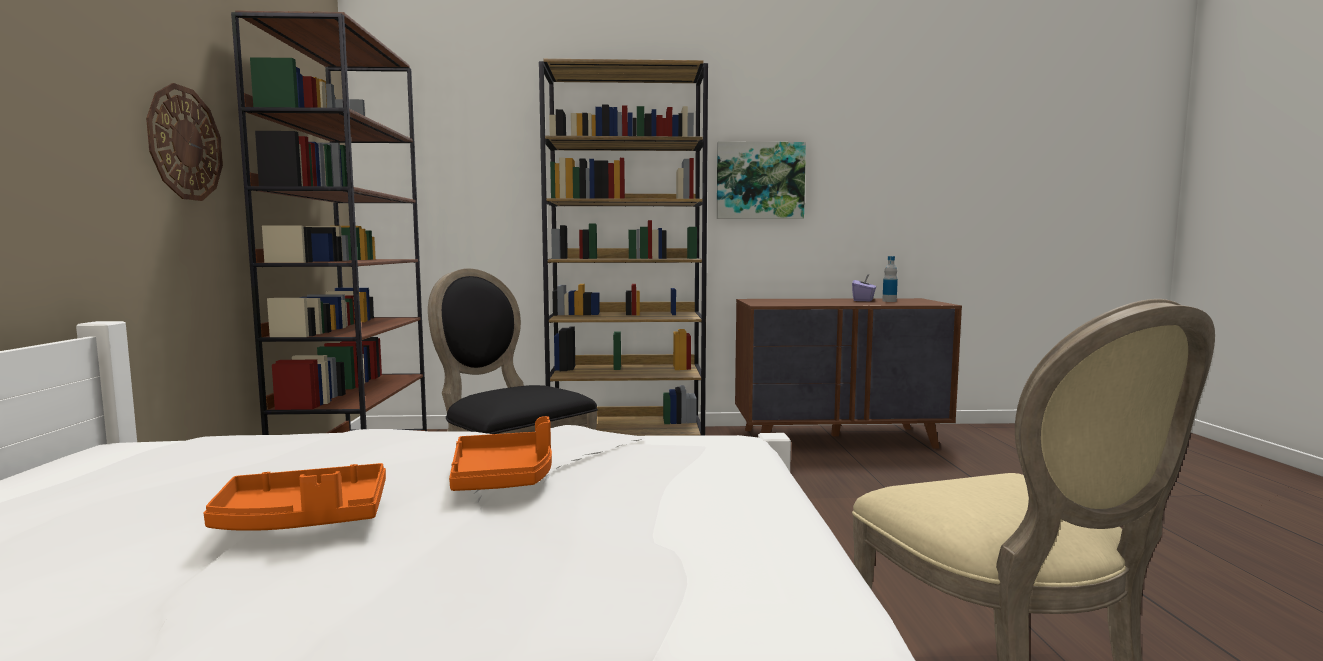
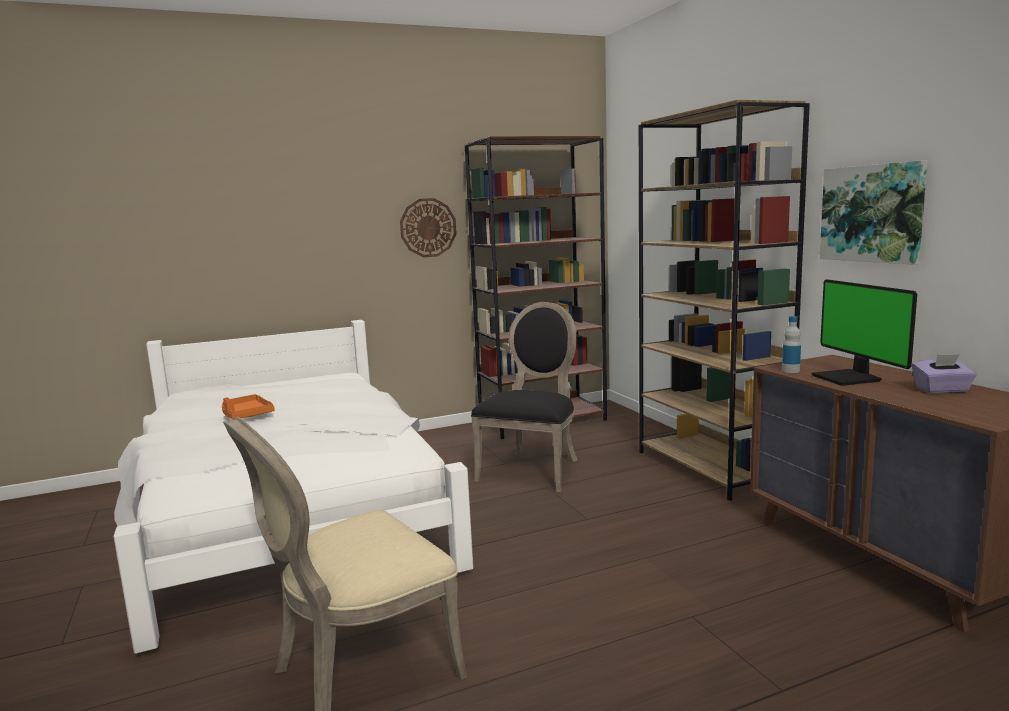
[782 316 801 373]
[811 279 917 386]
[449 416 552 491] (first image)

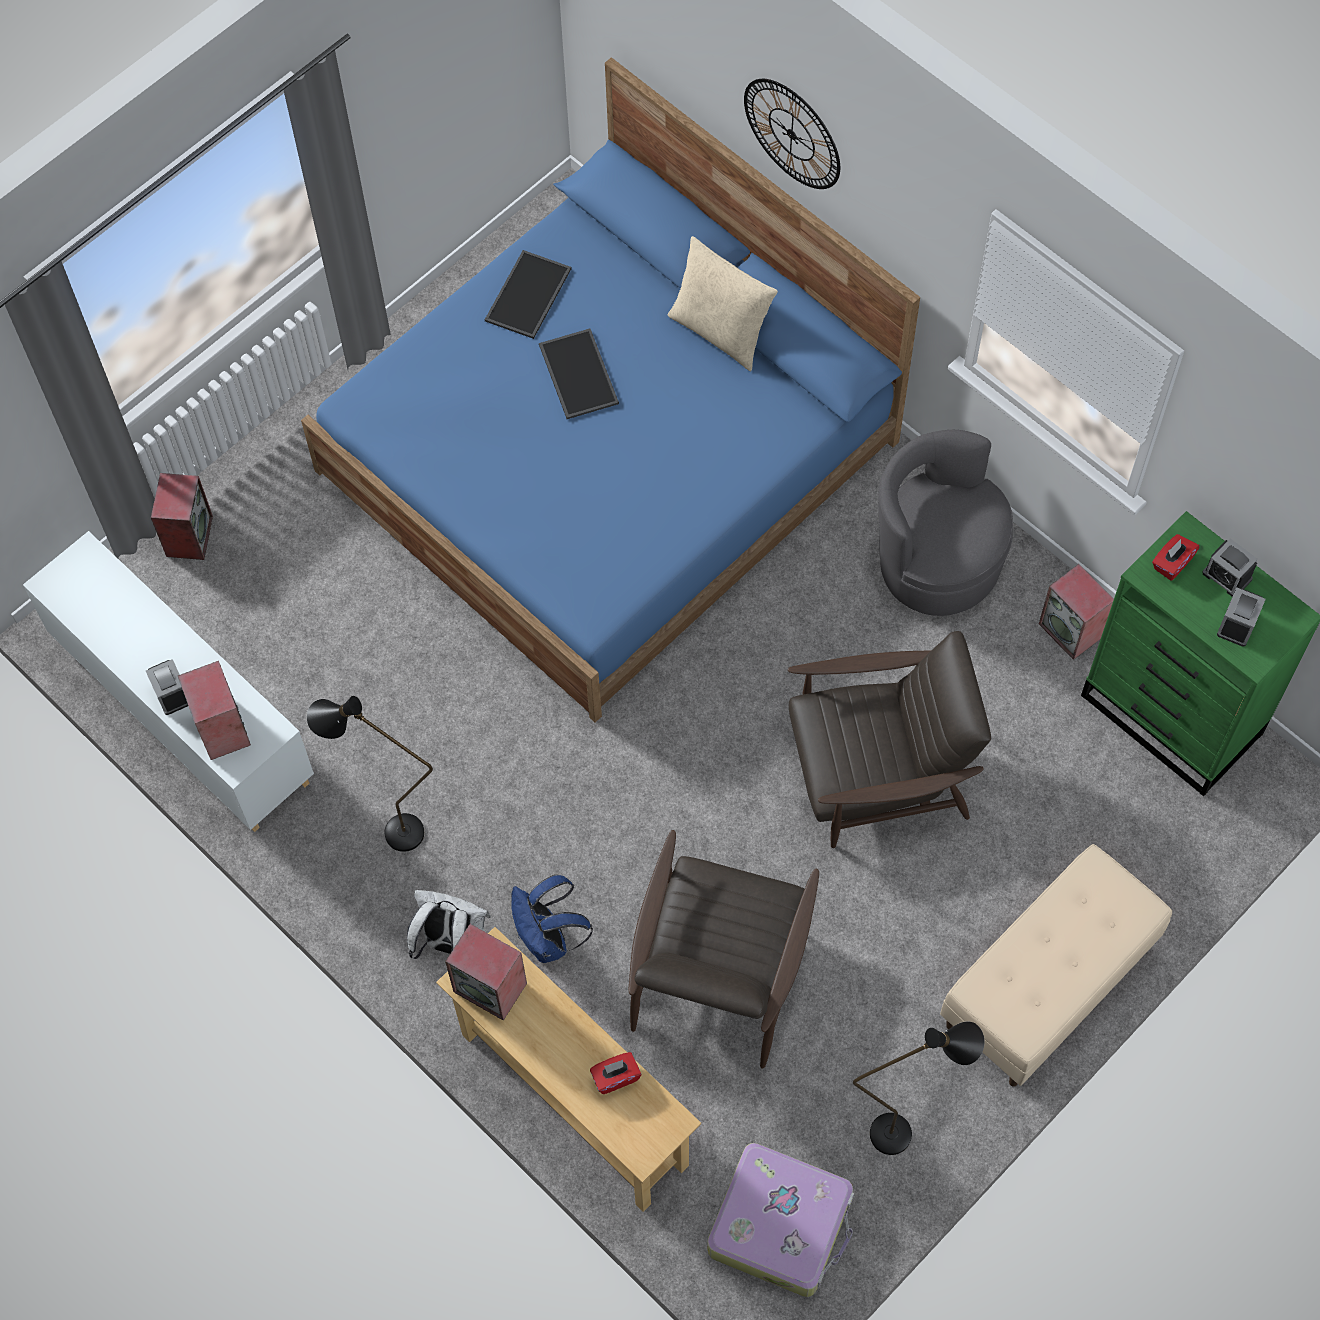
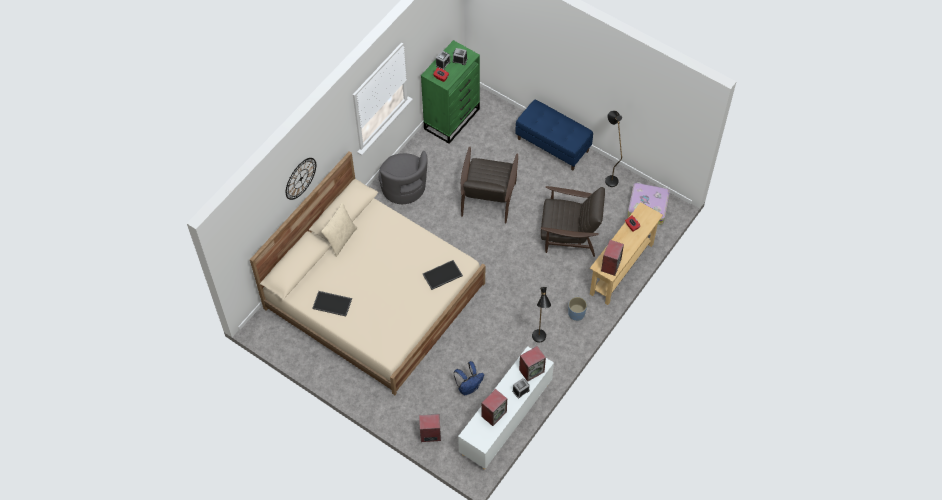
[250 151 485 395]
[378 151 428 204]
[423 260 463 290]
[454 361 484 395]
[461 147 518 223]
[481 389 507 426]
[515 100 593 170]
[568 297 587 321]

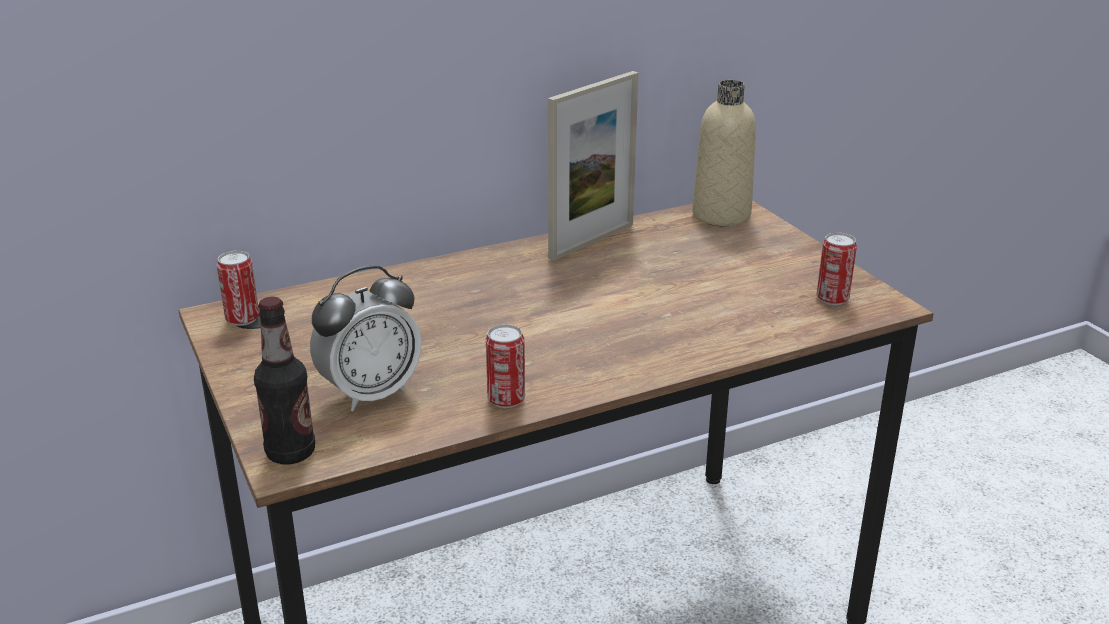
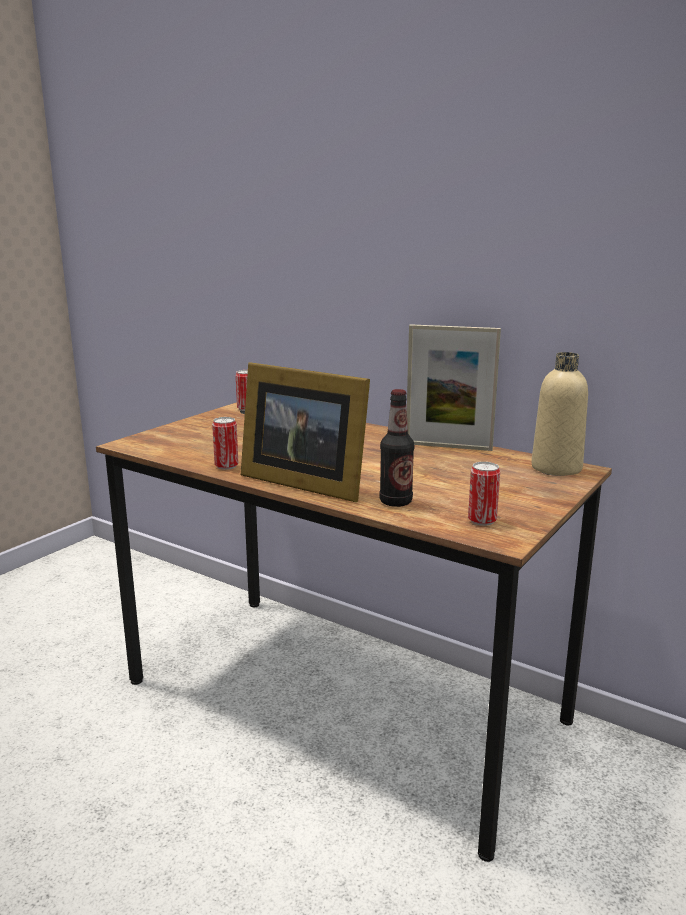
[241 363 370 502]
[379 389 414 507]
[310 266 421 411] (first image)

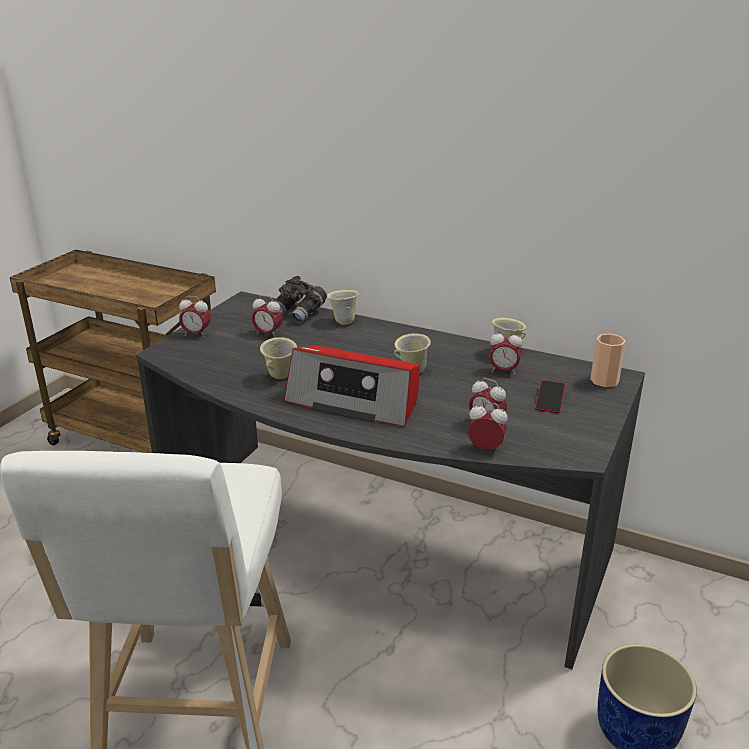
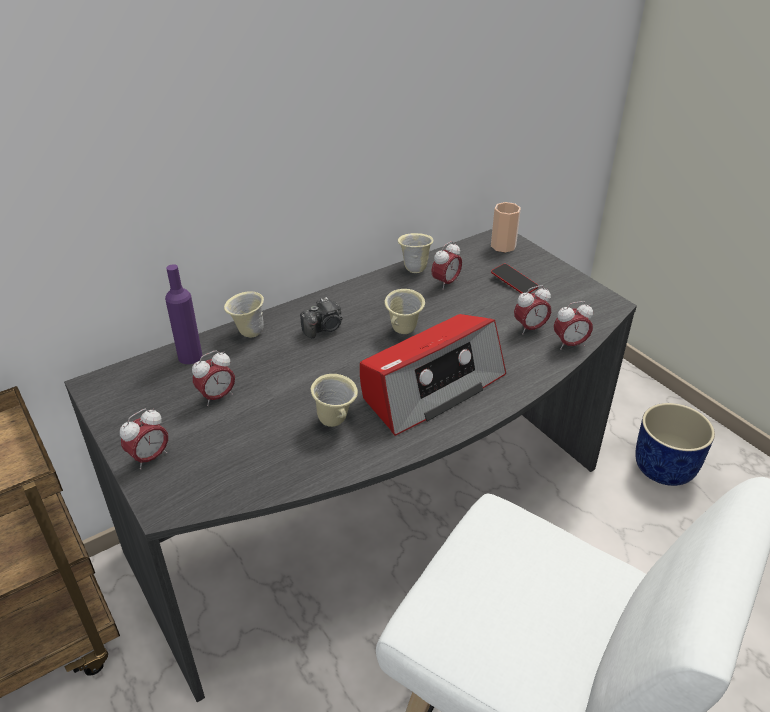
[165 264 203 364]
[300 297 342 338]
[554 301 593 350]

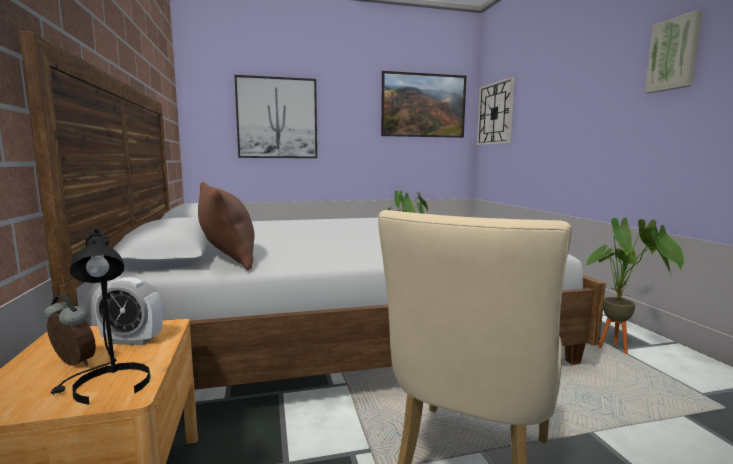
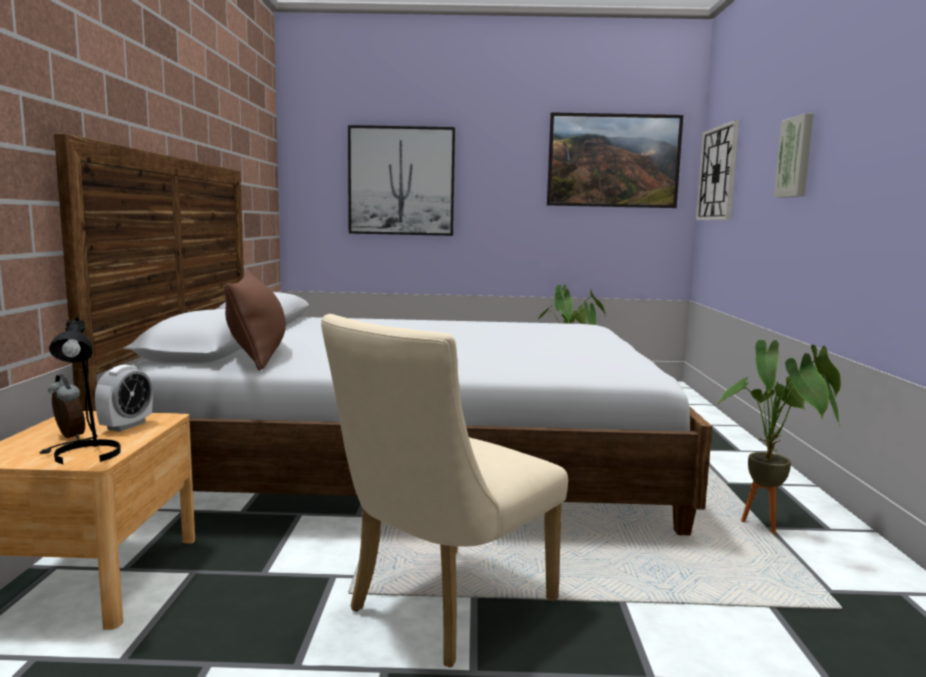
[95 365 153 432]
[774 113 813 198]

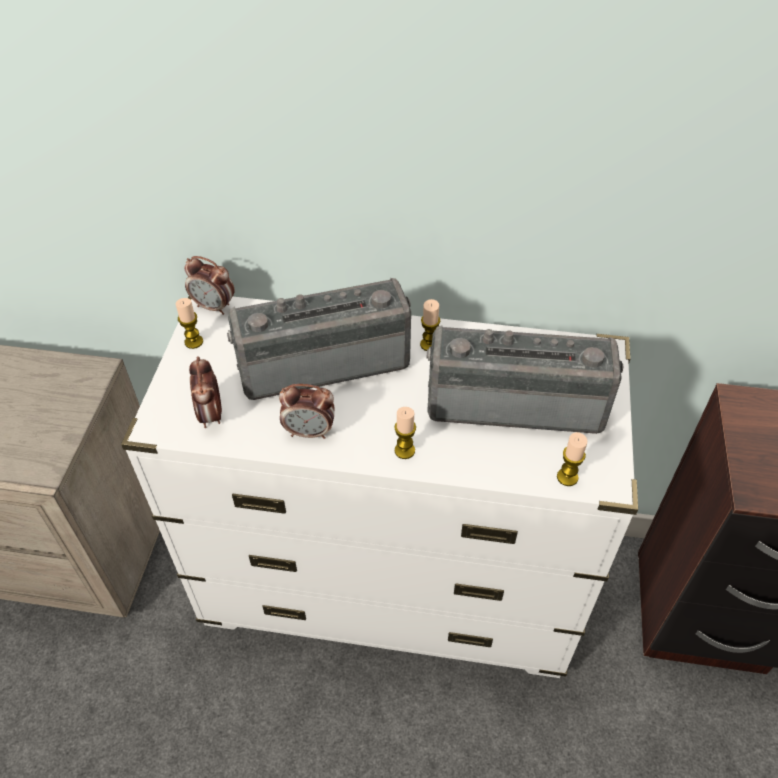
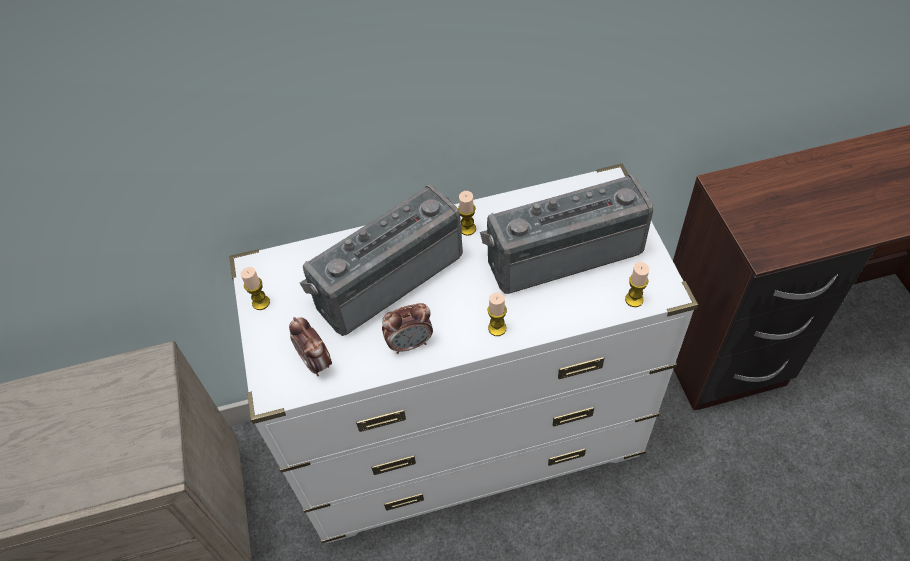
[184 256 235 315] (first image)

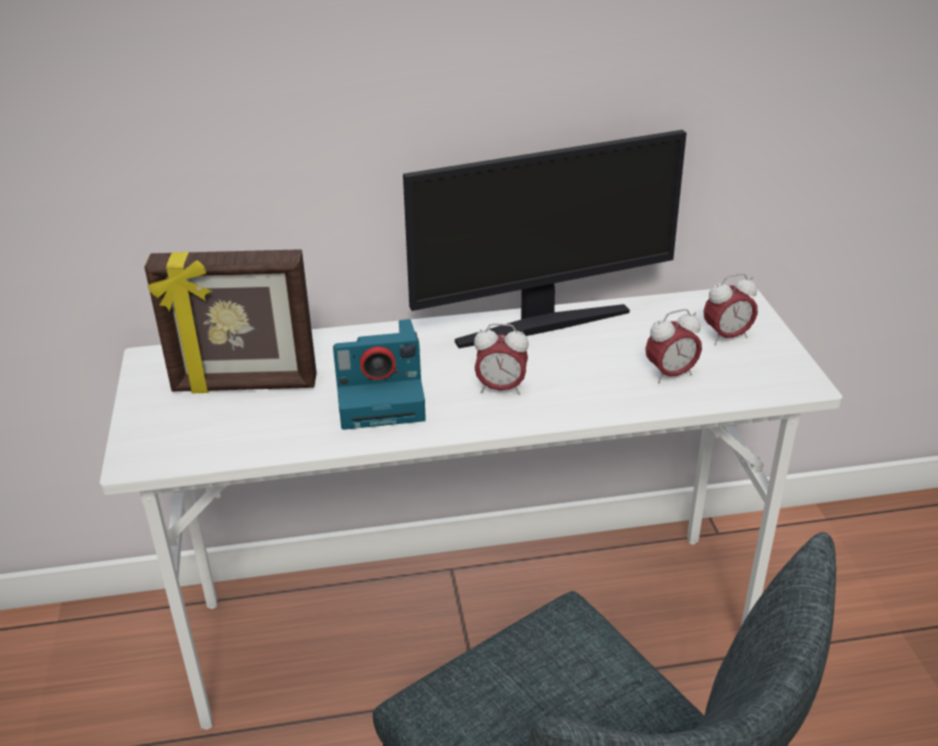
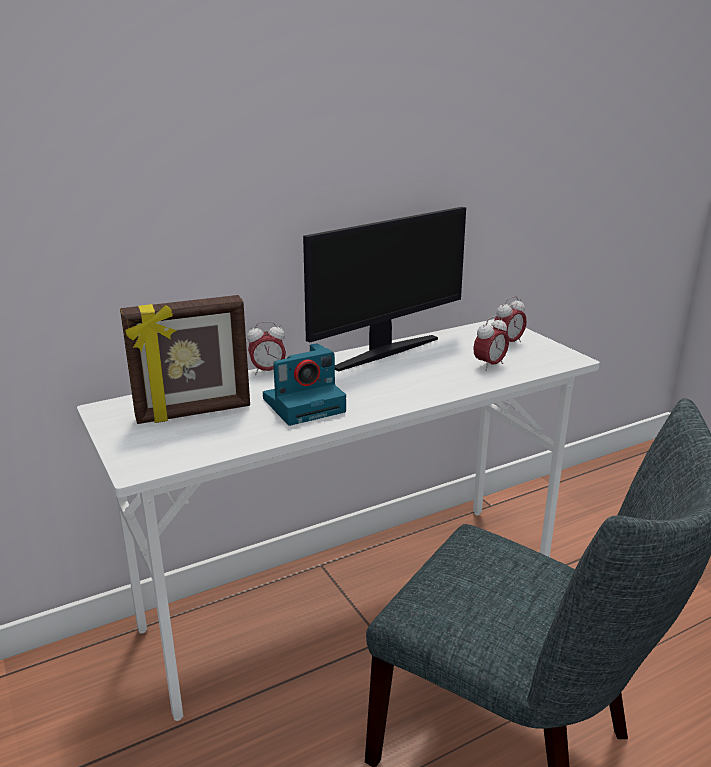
[247 321 286 375]

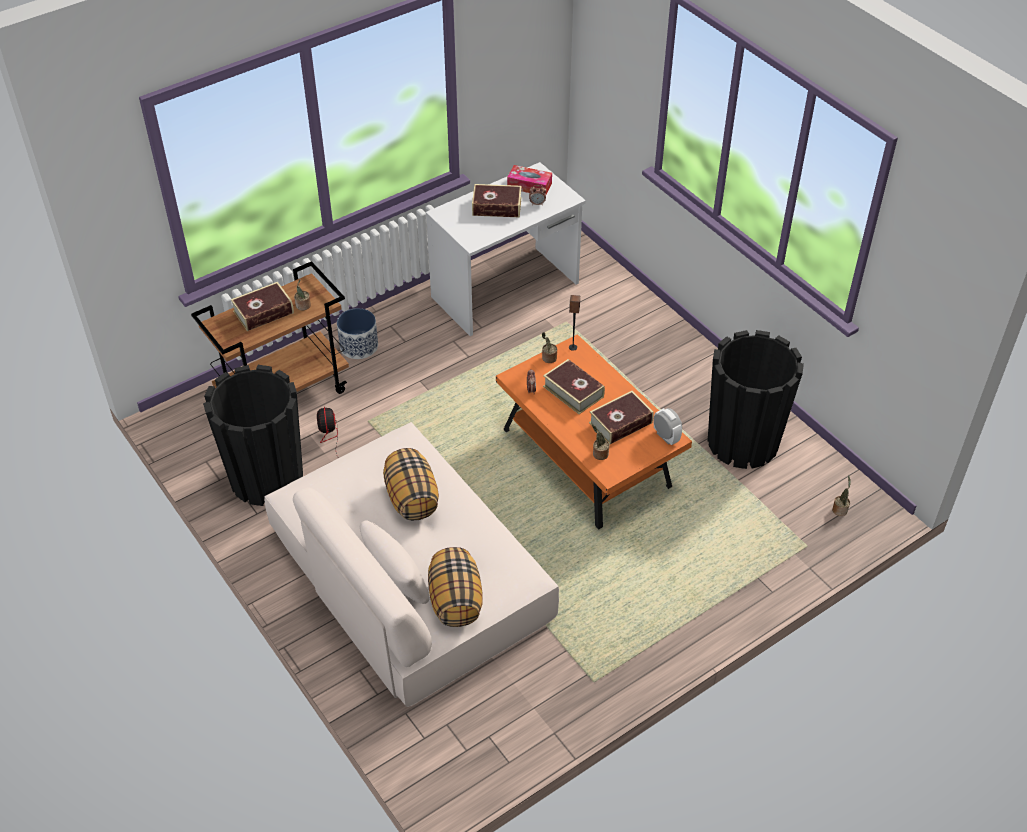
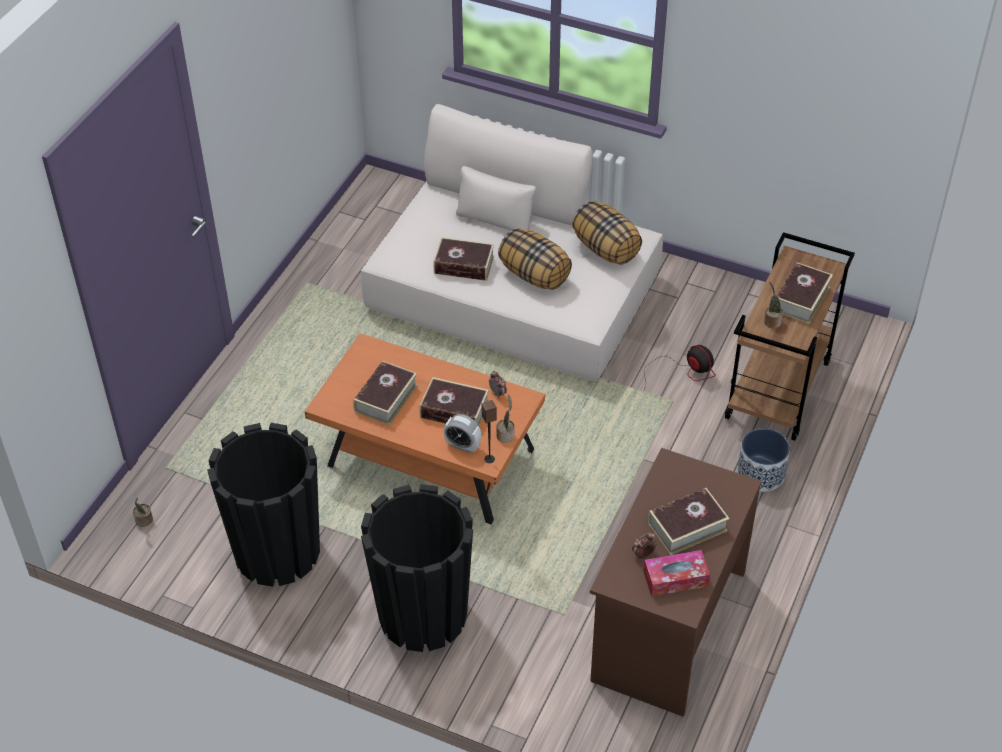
[361 484 473 652]
[434 237 494 281]
[443 414 481 453]
[572 201 642 265]
[590 448 762 717]
[592 425 609 460] (first image)

